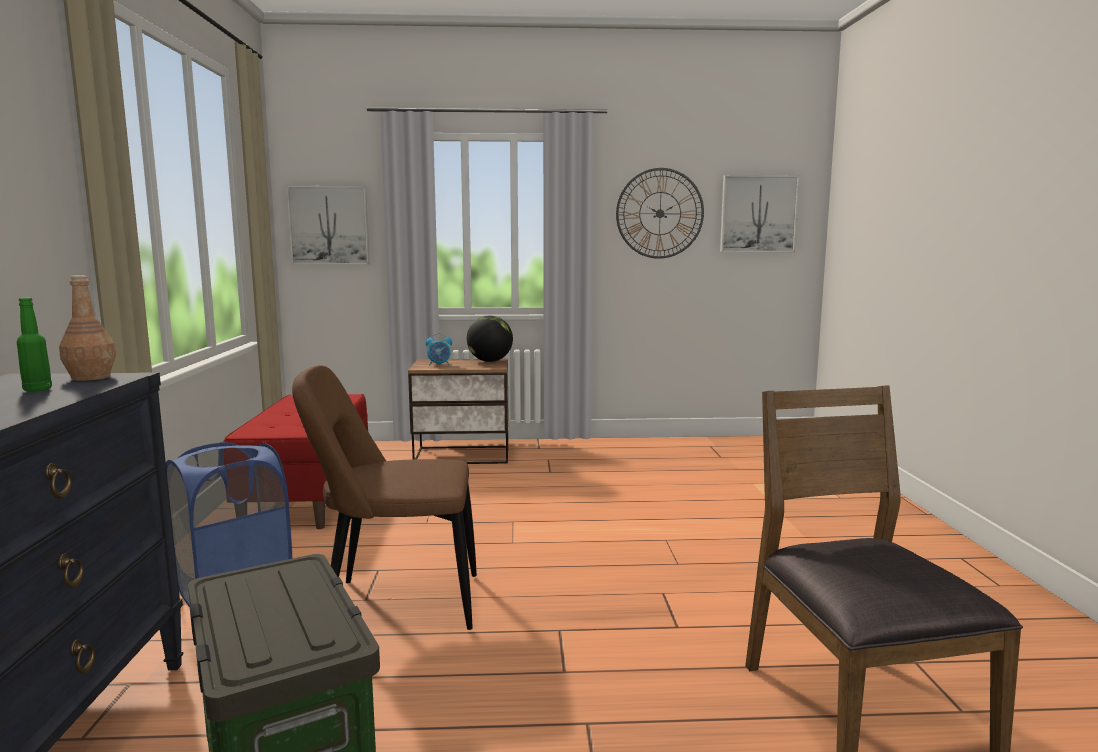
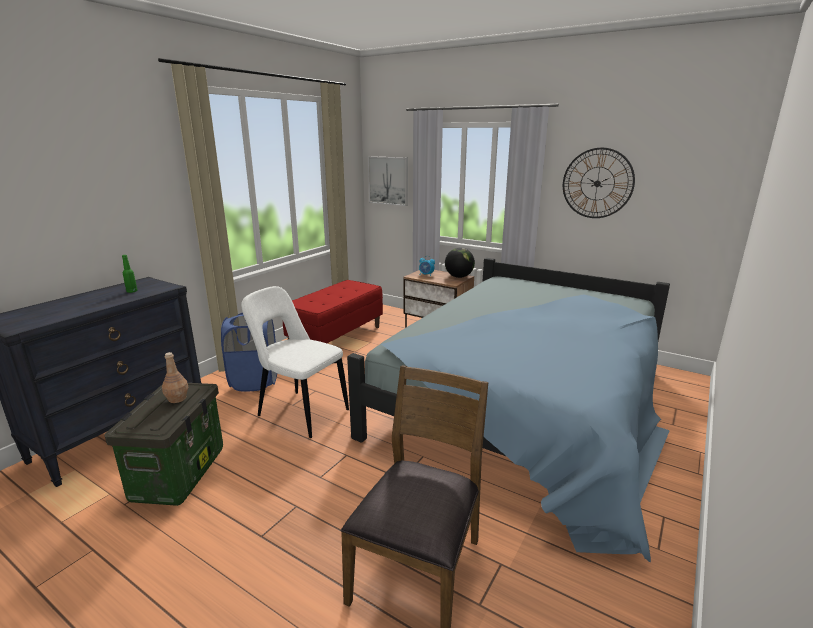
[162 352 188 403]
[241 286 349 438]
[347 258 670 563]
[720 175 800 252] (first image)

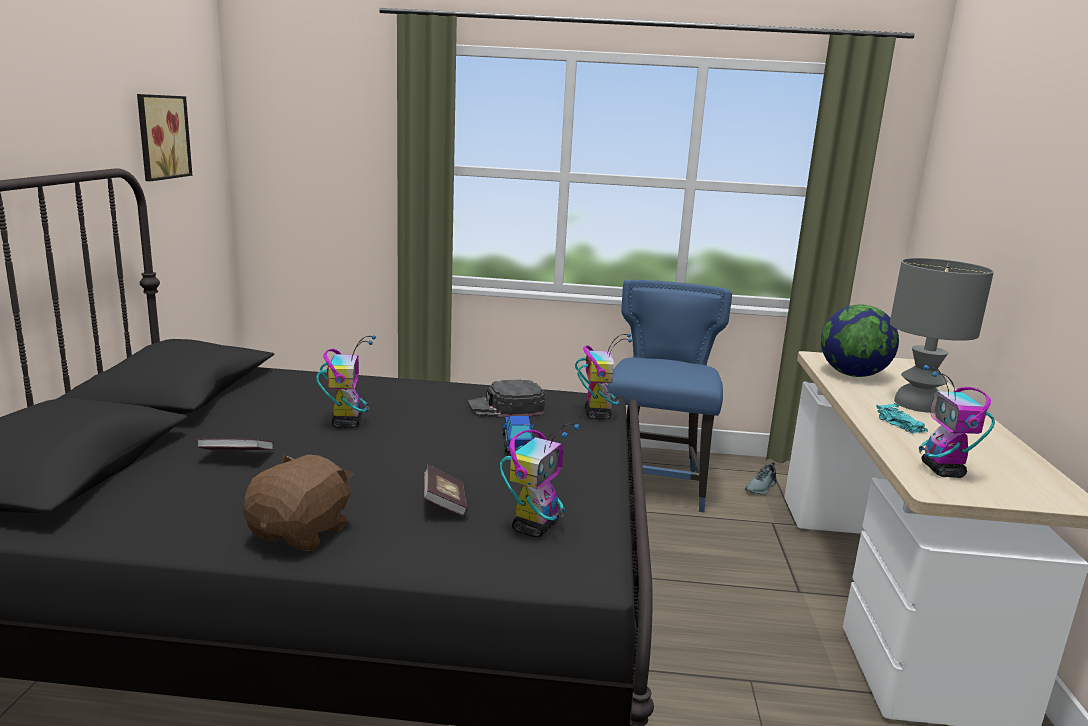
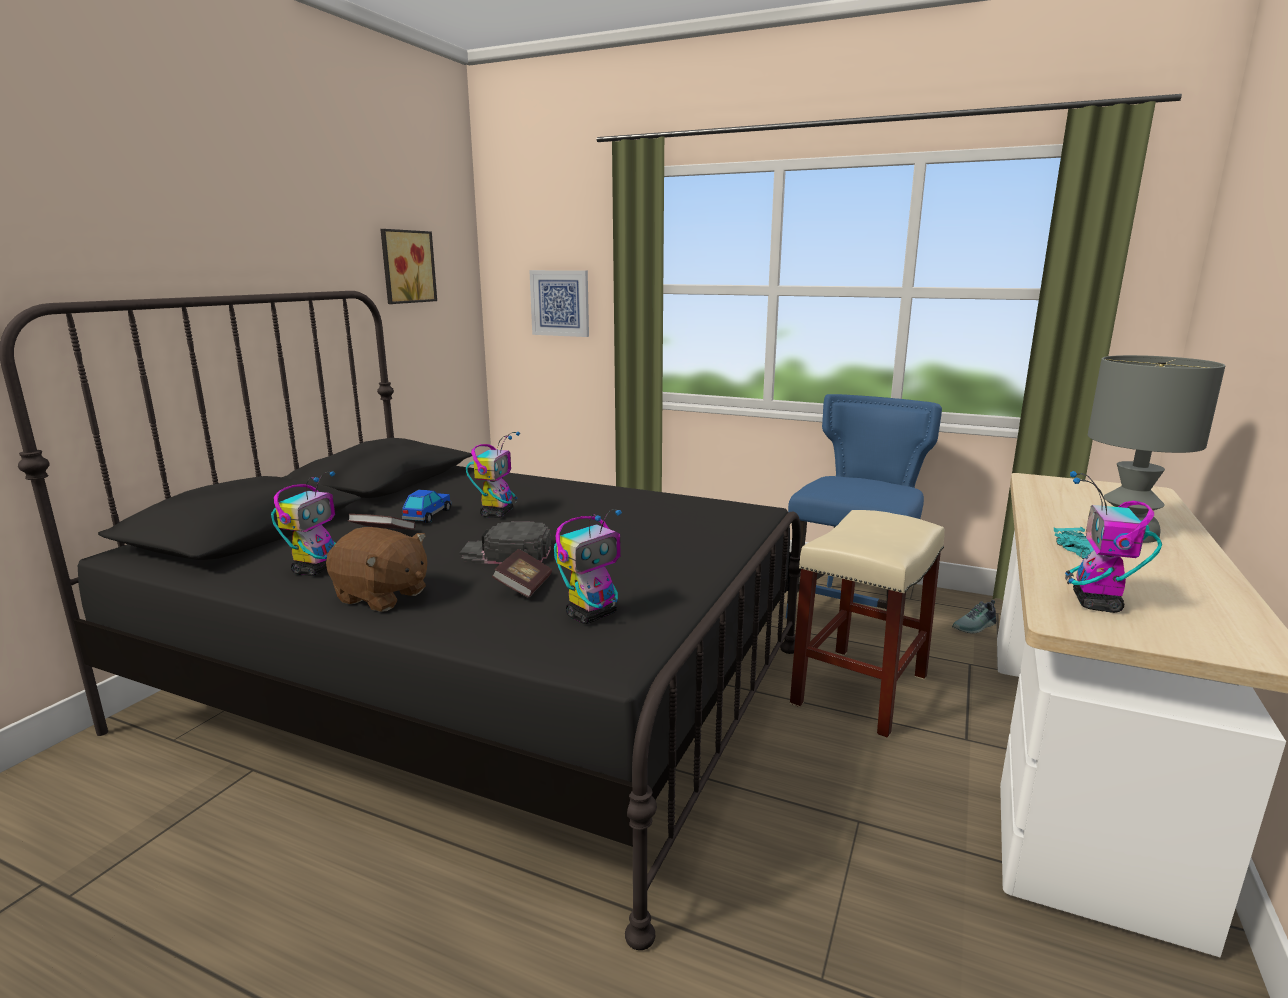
[271 471 336 576]
[326 527 427 612]
[402 490 451 523]
[460 521 551 565]
[529 270 589 337]
[790 510 945 738]
[821 305 899 377] (first image)

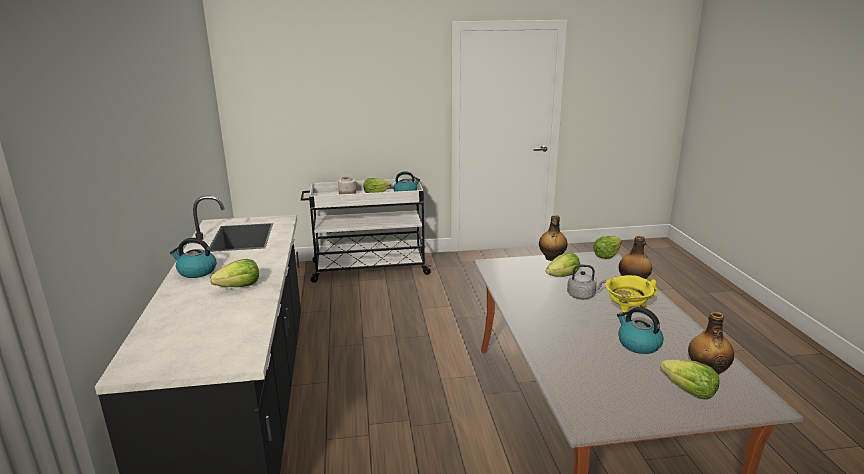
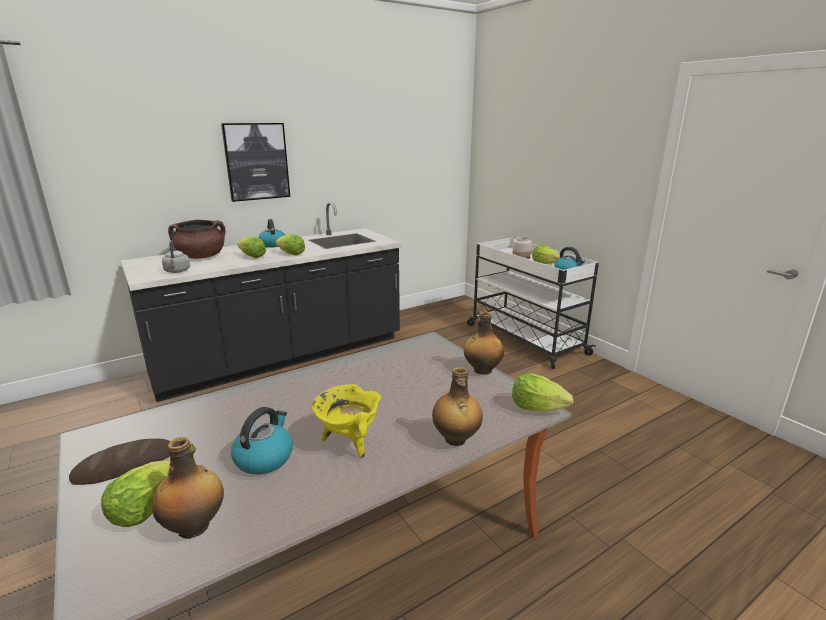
[69 439 170 485]
[162 240 190 273]
[168 220 226 259]
[221 123 290 202]
[275 234 305 255]

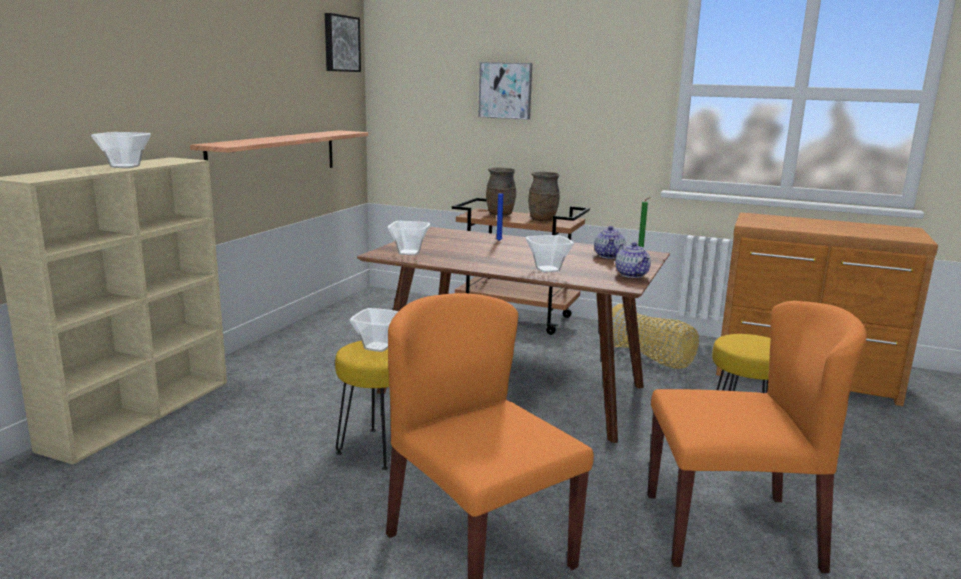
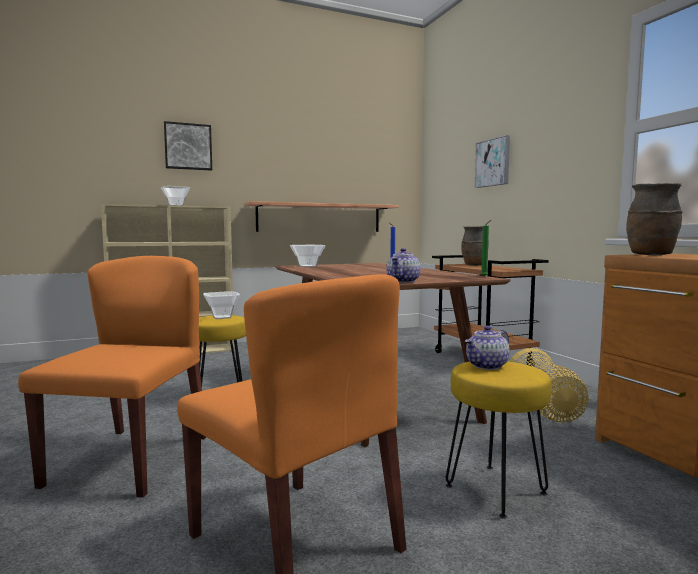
[164 121 212 171]
[465 326 509 370]
[626 183 682 255]
[525 235 574 272] (first image)

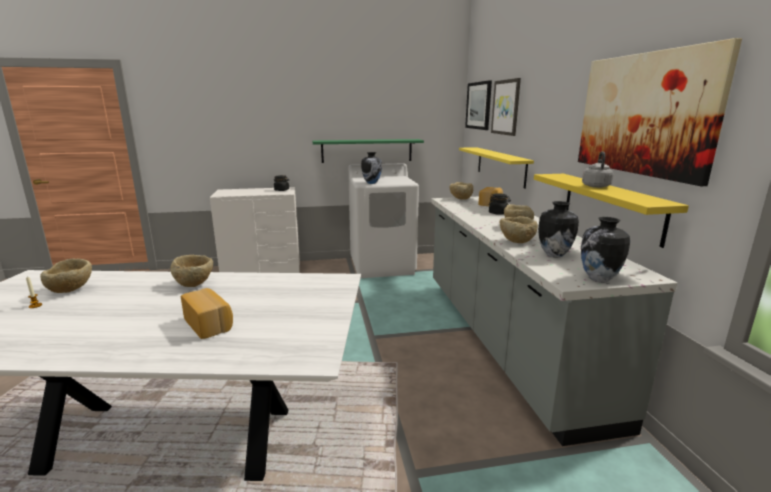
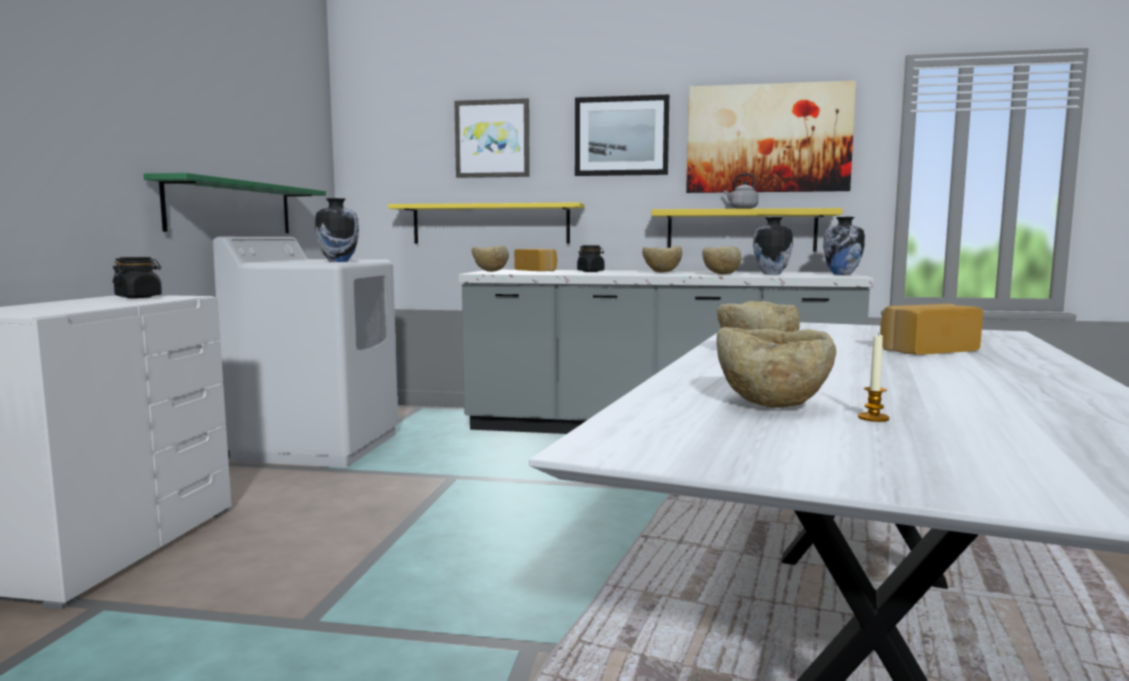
[575 94 669 176]

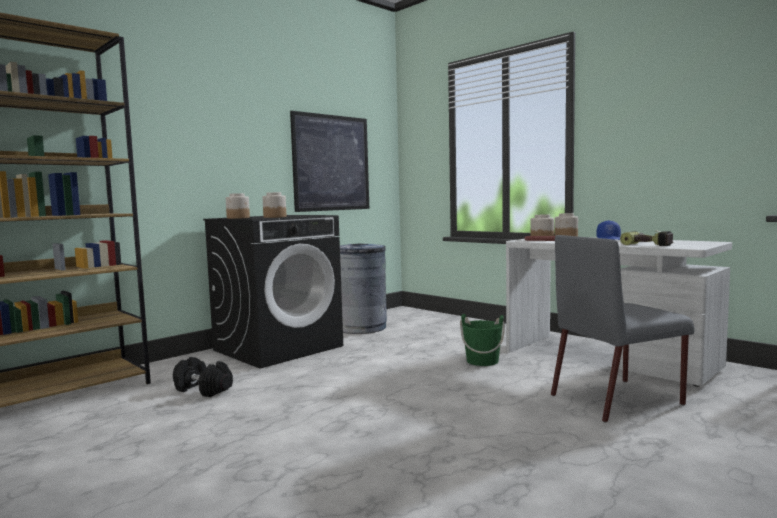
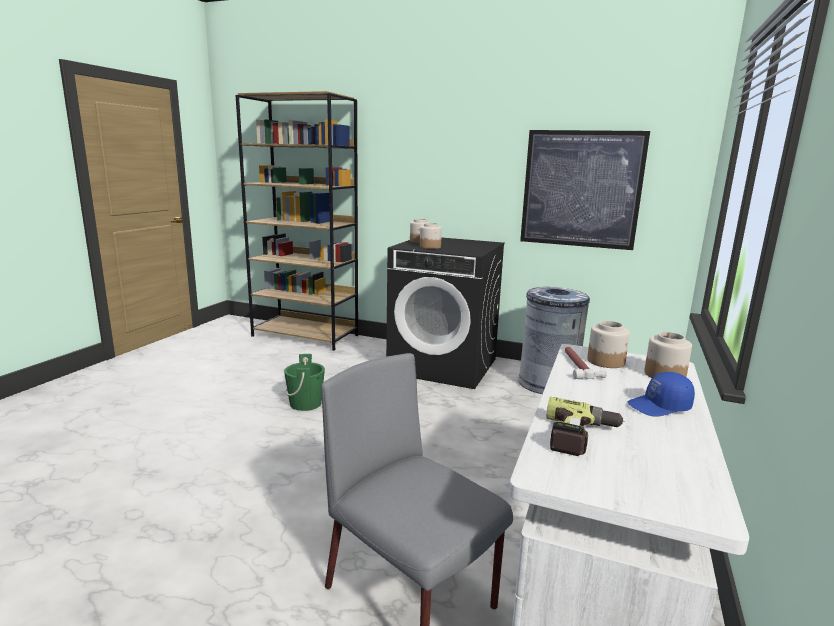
[284 354 325 411]
[173 357 233 397] (first image)

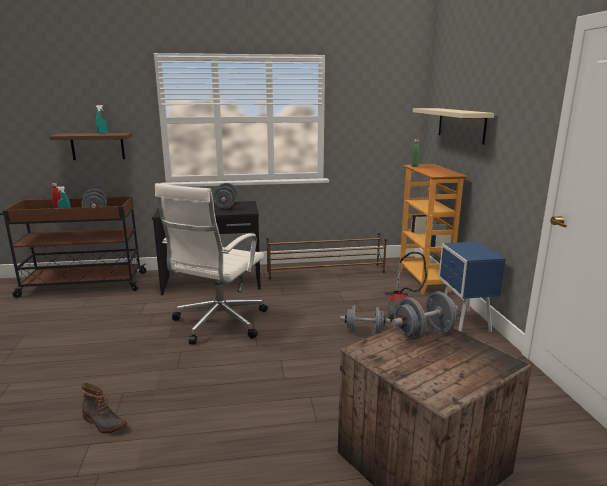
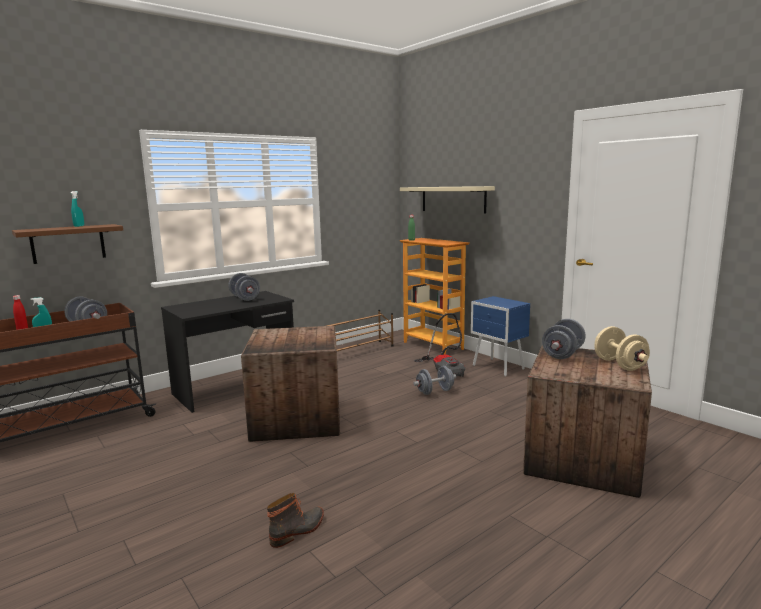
[241 326 340 442]
[267 493 324 548]
[594 326 650 371]

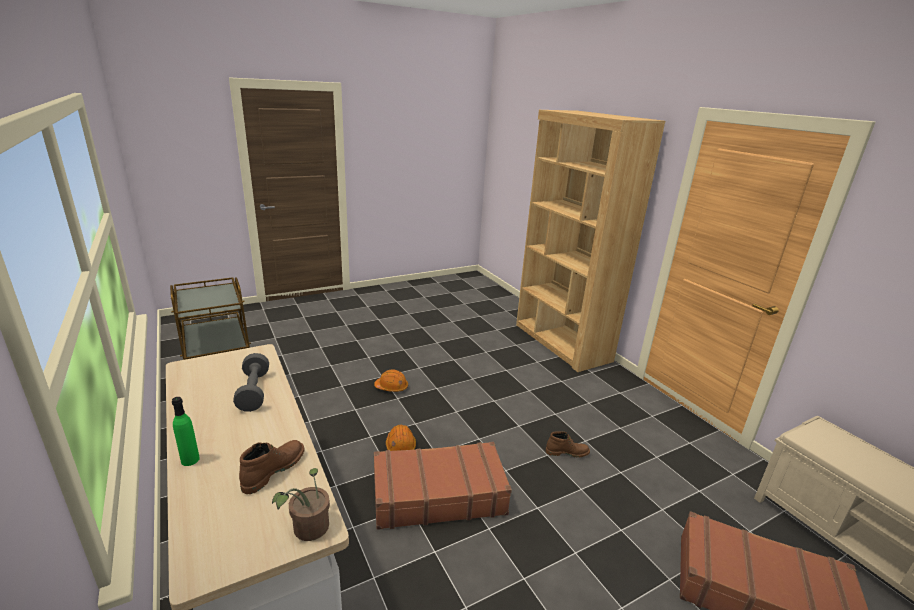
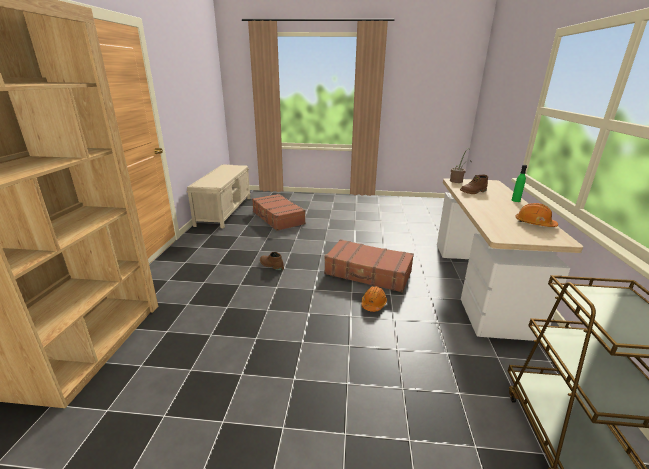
[515 203 558 227]
[233 353 269 412] (first image)

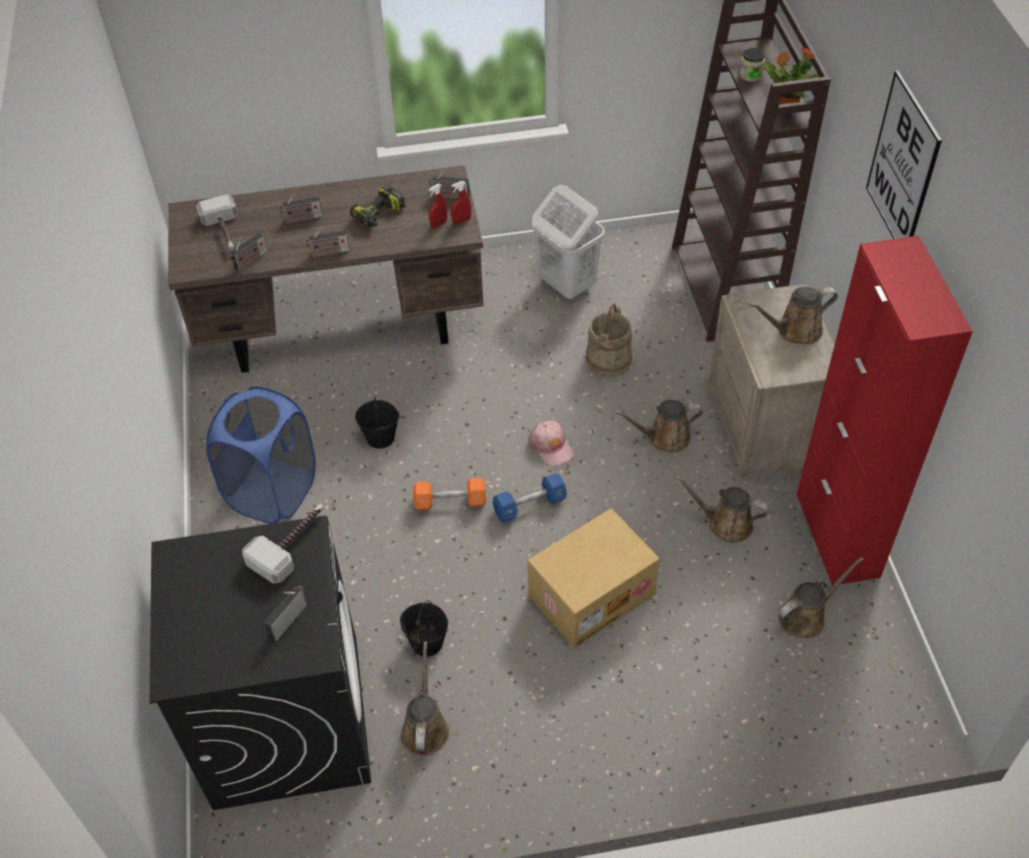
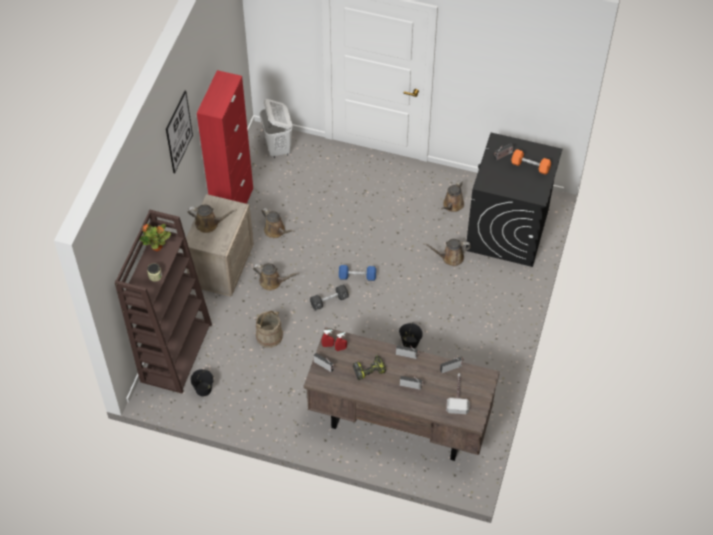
[191 369 213 397]
[260 99 293 158]
[310 285 349 310]
[423 239 471 266]
[511 149 551 175]
[206 386 316 524] (first image)
[242 504 324 584] (first image)
[528 508 660 649] (first image)

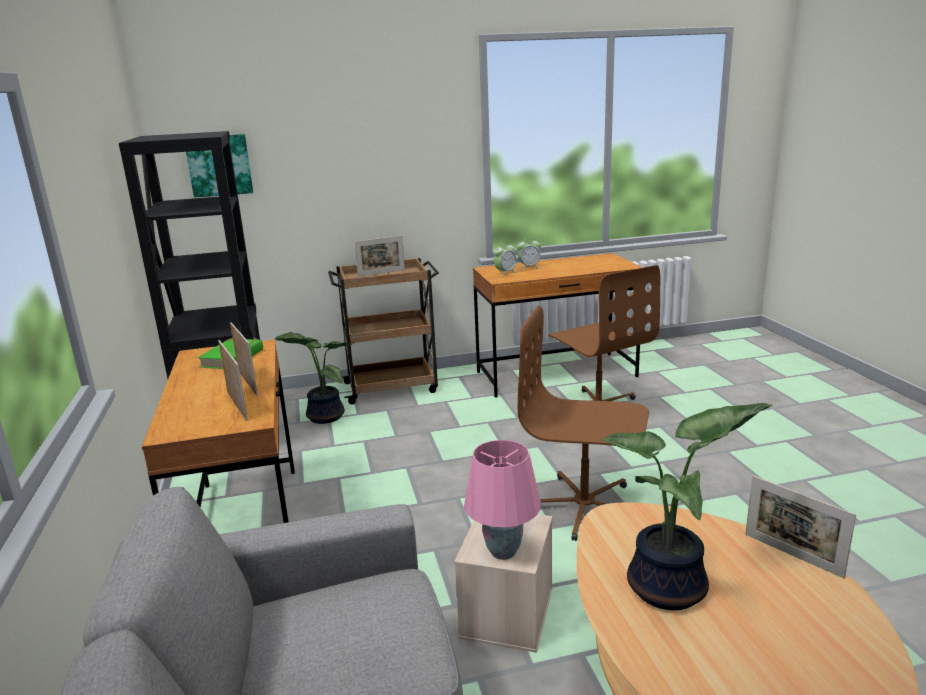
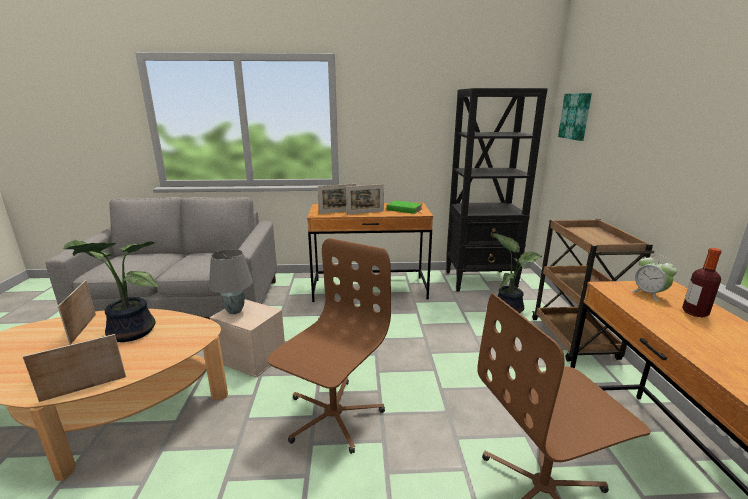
[58 280 96 345]
[209 249 253 314]
[682 248 721 318]

